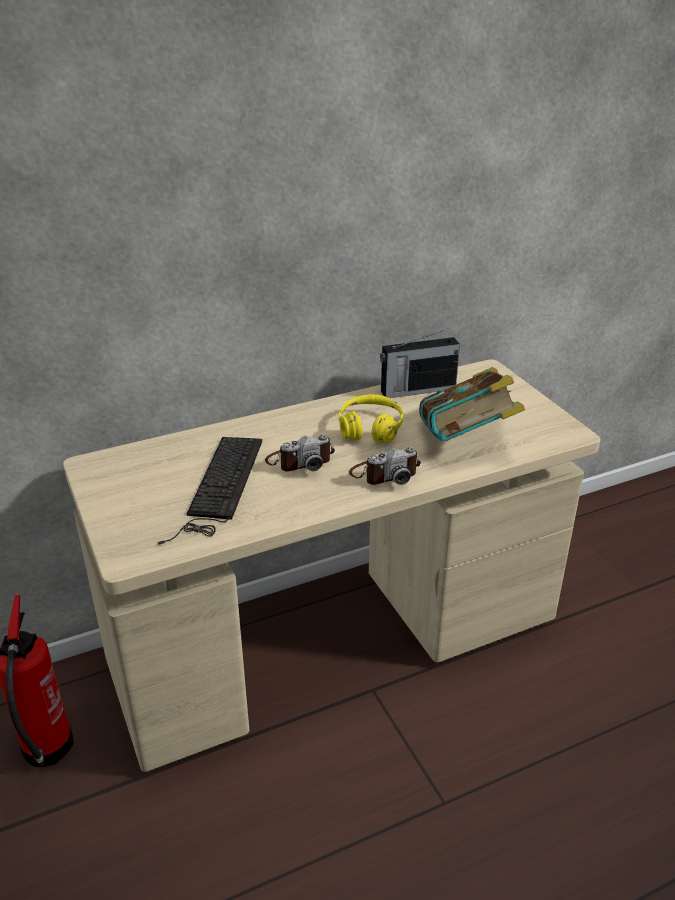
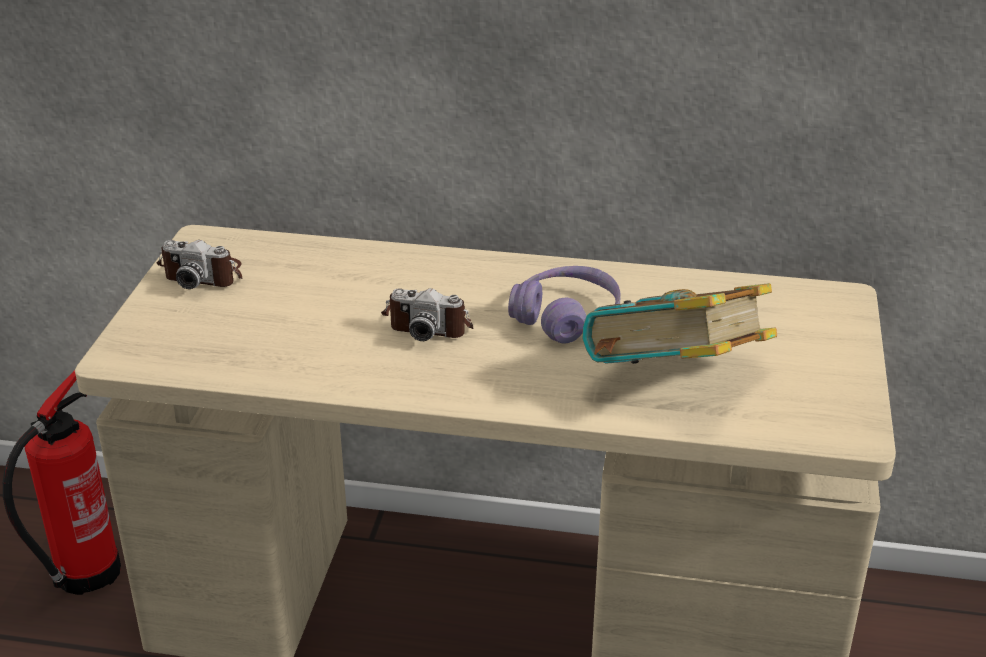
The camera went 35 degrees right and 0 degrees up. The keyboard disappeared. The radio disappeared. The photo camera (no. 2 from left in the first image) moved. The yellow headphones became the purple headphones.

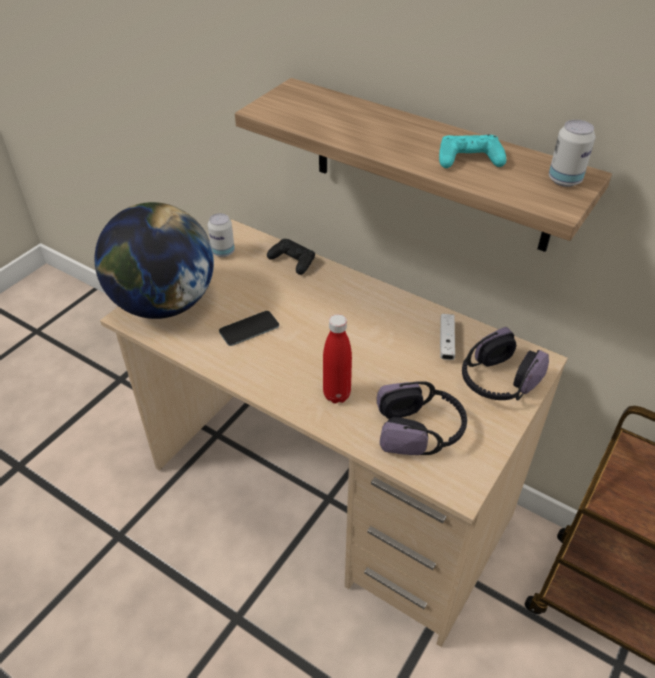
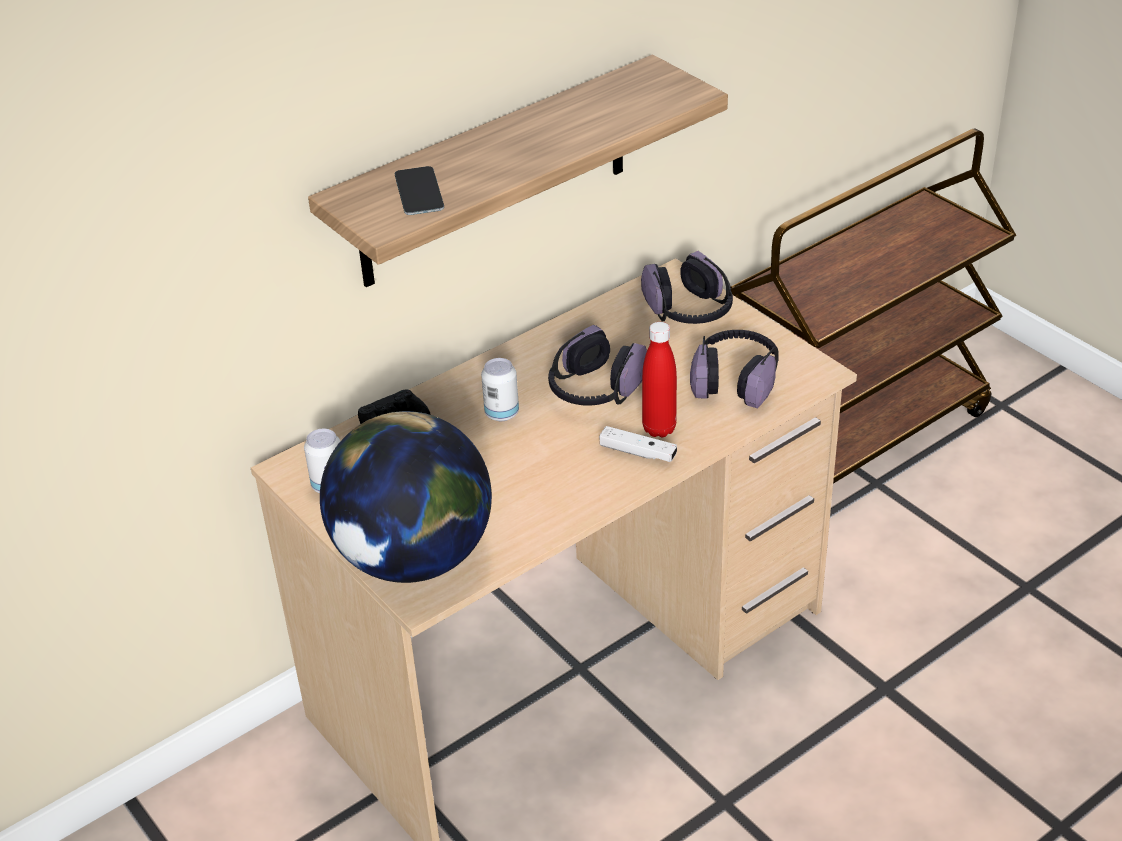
The camera went 70 degrees left and 5 degrees down. The turquoise game controller disappeared. The headphones (no. 1 from left) appeared. The phone moved. The white game controller moved. The can (no. 2 from left) moved.

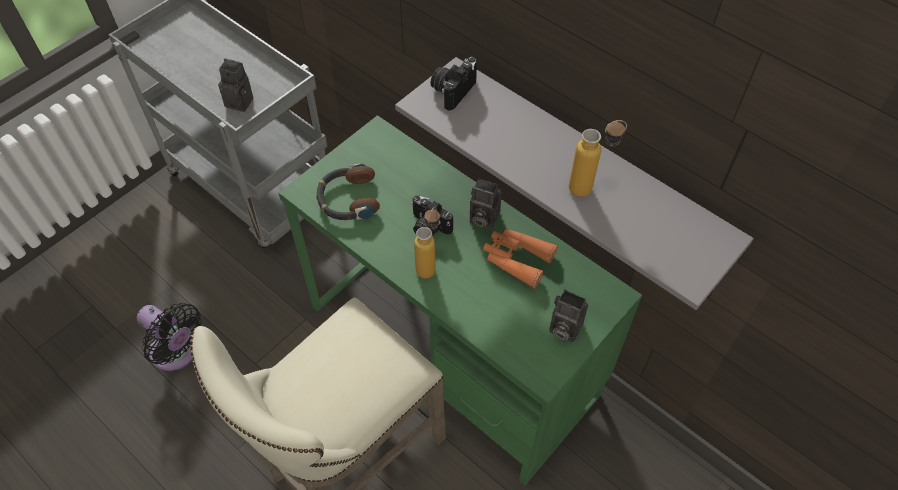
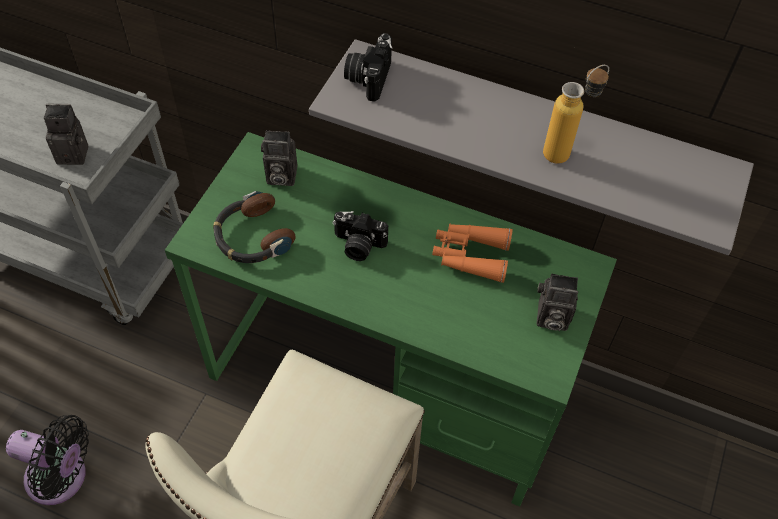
The camera went 20 degrees left and 0 degrees up. The bottle (no. 1 from left) disappeared. The photo camera (no. 4 from left in the first image) moved.

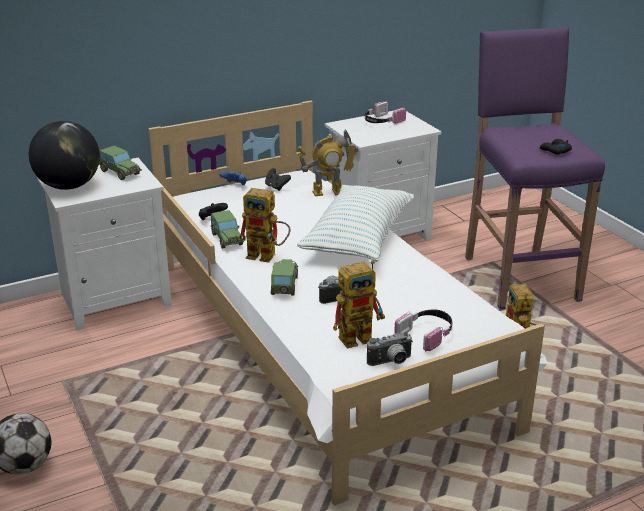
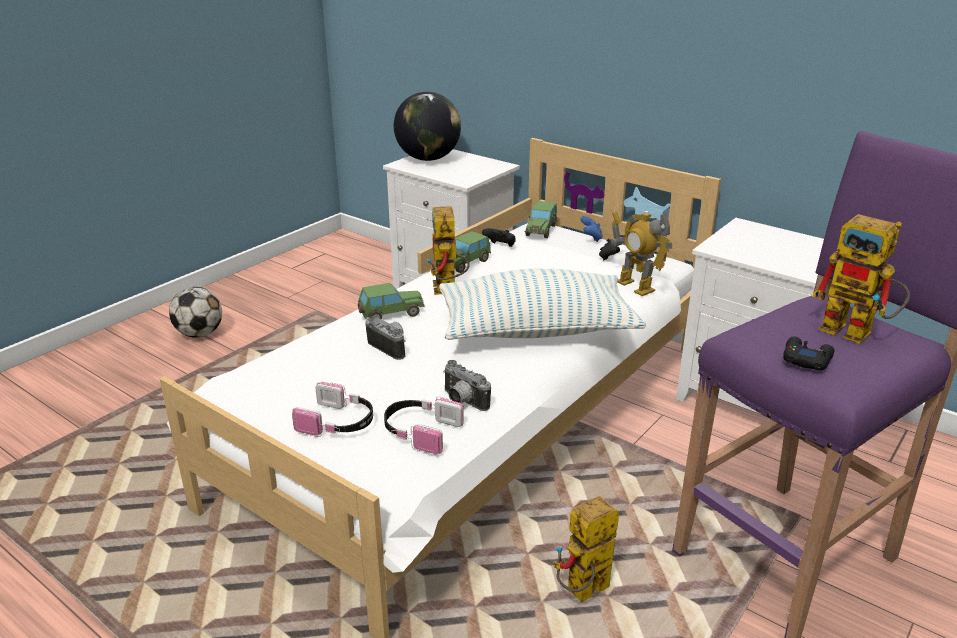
The camera went 65 degrees right and 0 degrees up. The toy car (no. 1 from left in the first image) moved. The toy robot (no. 3 from left in the first image) moved. The headphones (no. 1 from left in the first image) moved. The photo camera (no. 2 from left) moved.

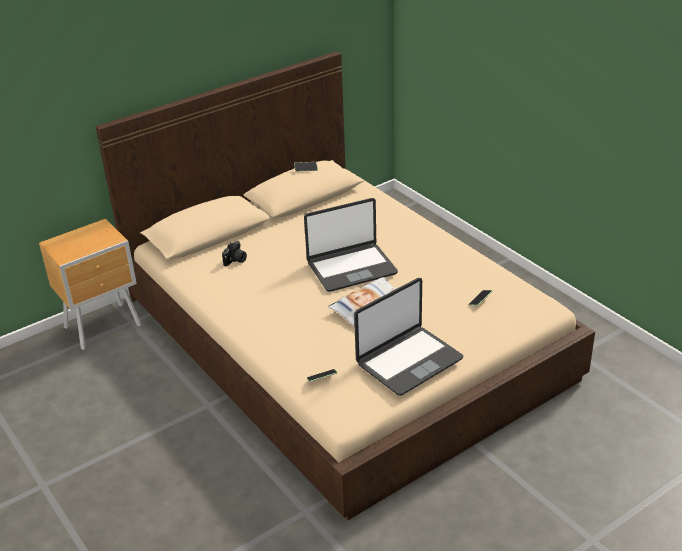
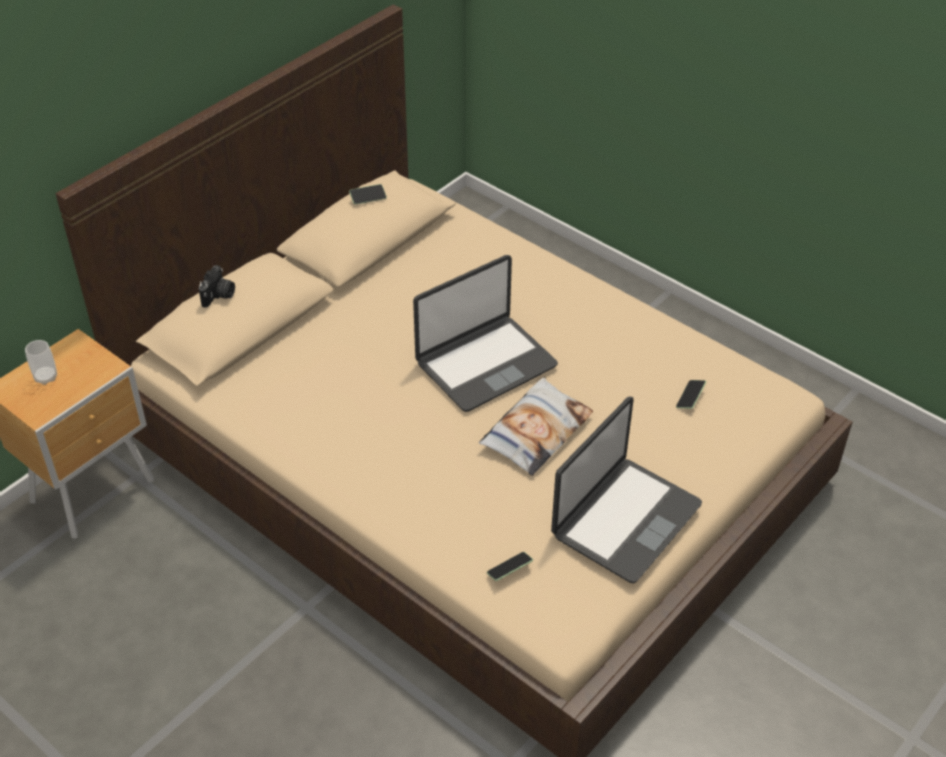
The camera went 15 degrees left and 10 degrees up. The cup appeared. The photo camera moved.

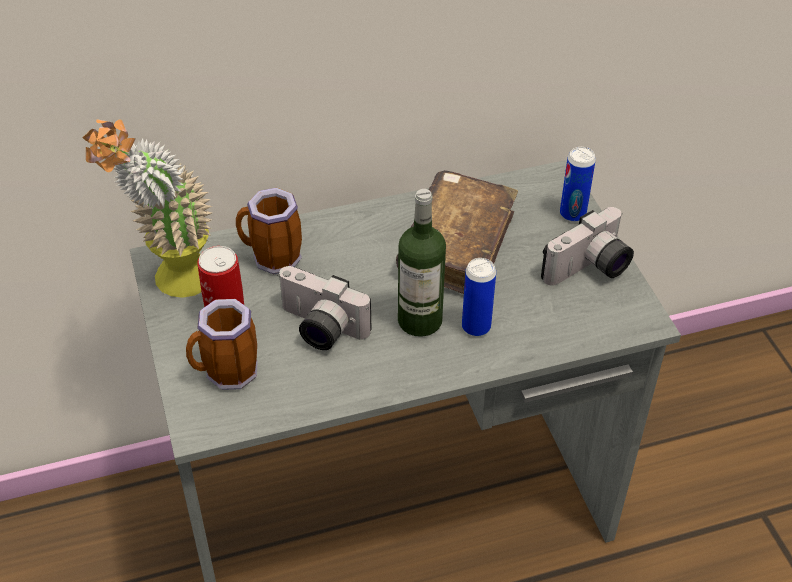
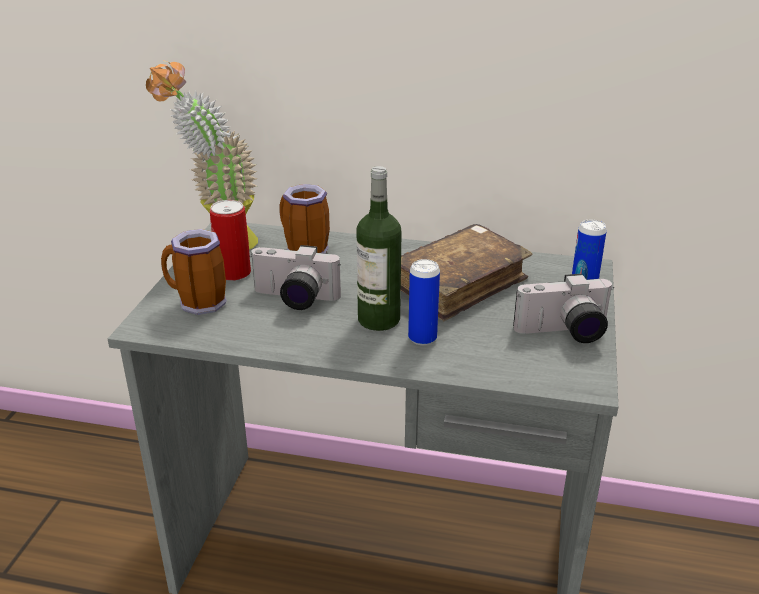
The camera went 30 degrees right and 15 degrees down. The photo camera (no. 1 from left) turned 45 degrees counterclockwise.

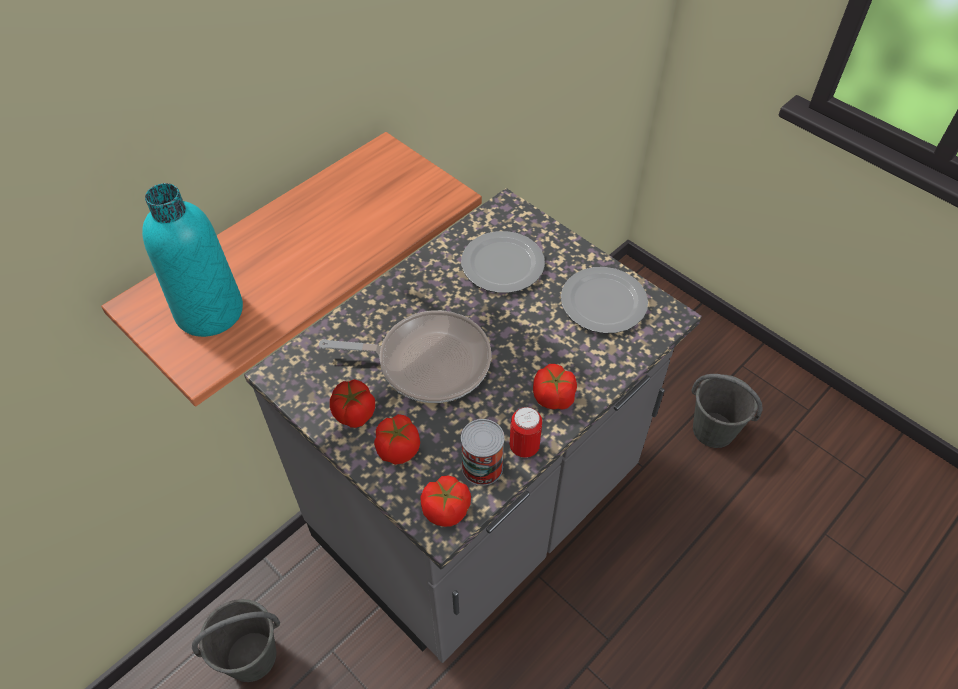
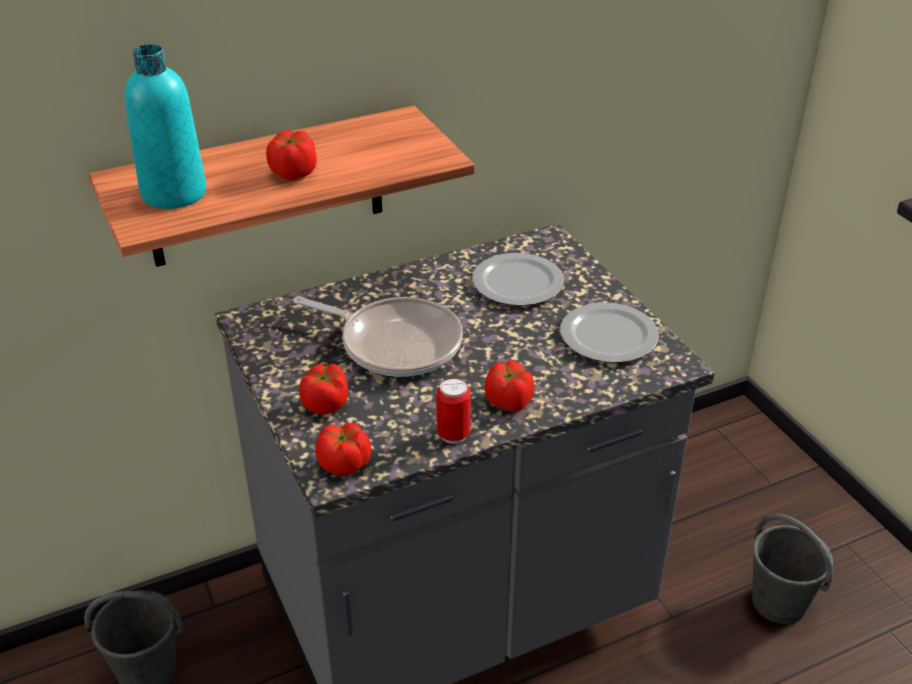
The camera went 20 degrees right and 15 degrees down. The can (no. 1 from left) disappeared. The tomato (no. 1 from left) moved.

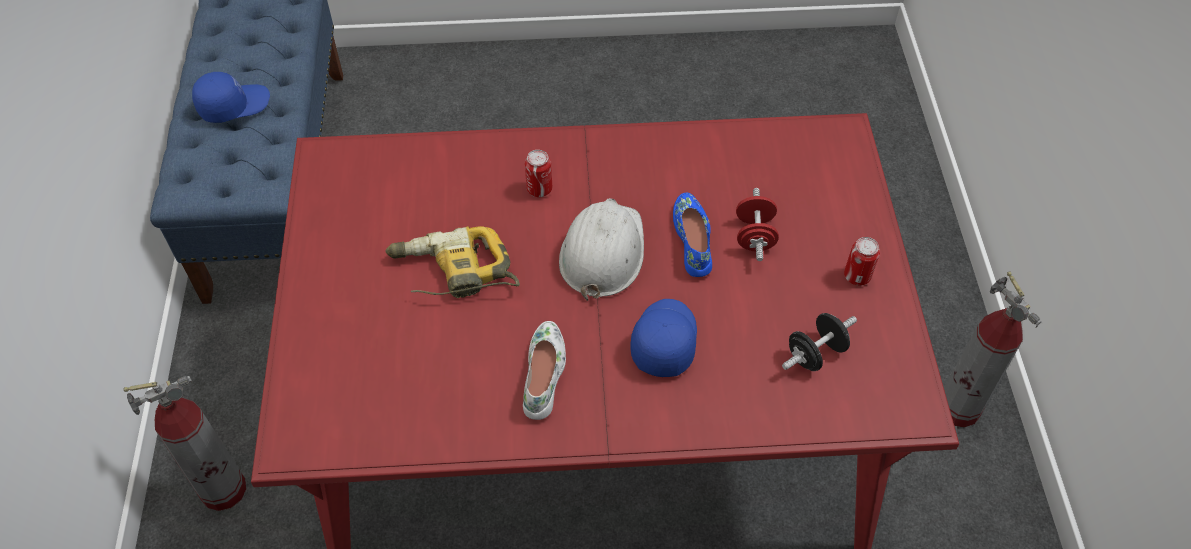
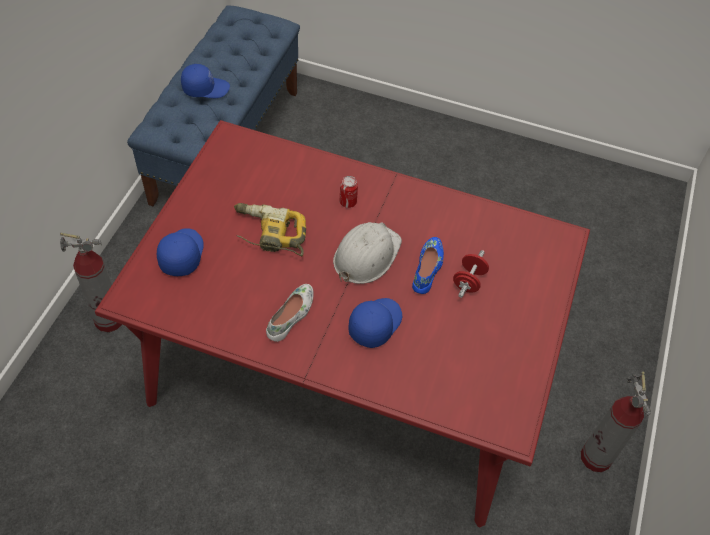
The camera went 20 degrees right and 0 degrees up. The black dumbbell disappeared. The can (no. 2 from left) disappeared. The blue cap (no. 1 from left) appeared.

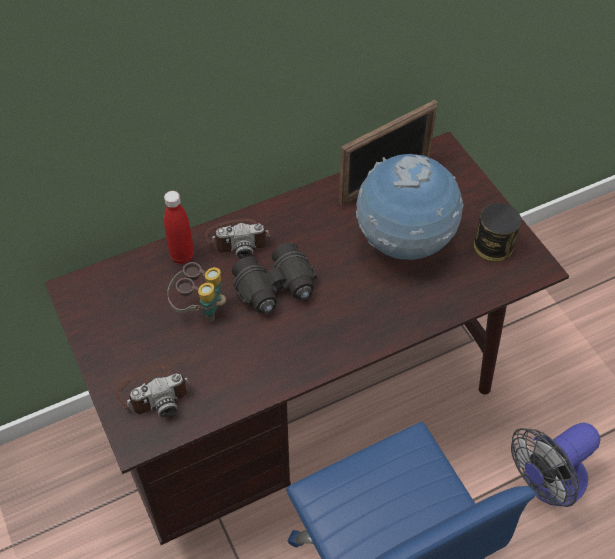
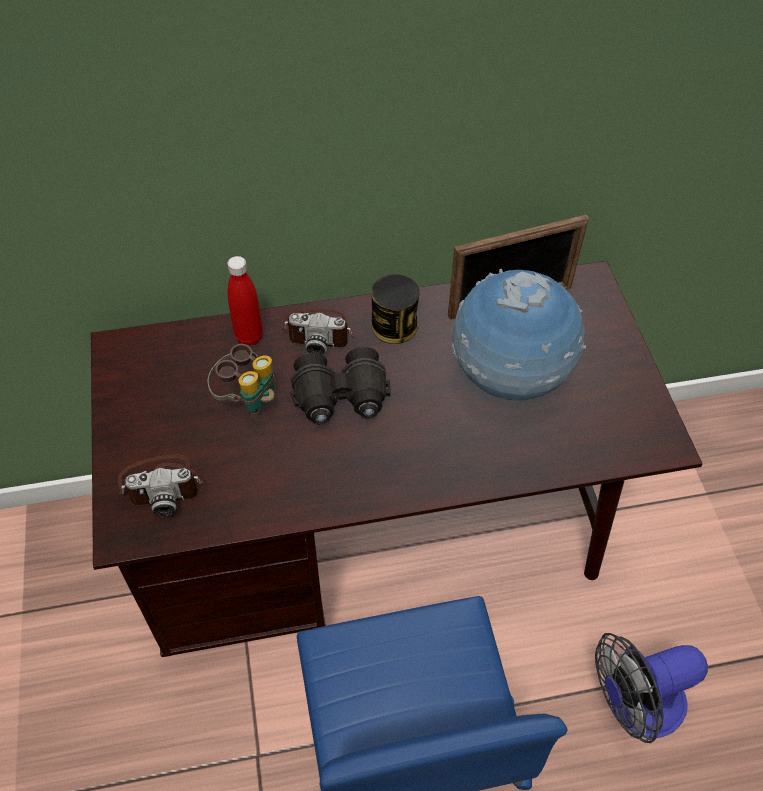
The camera went 15 degrees right and 0 degrees up. The can moved.

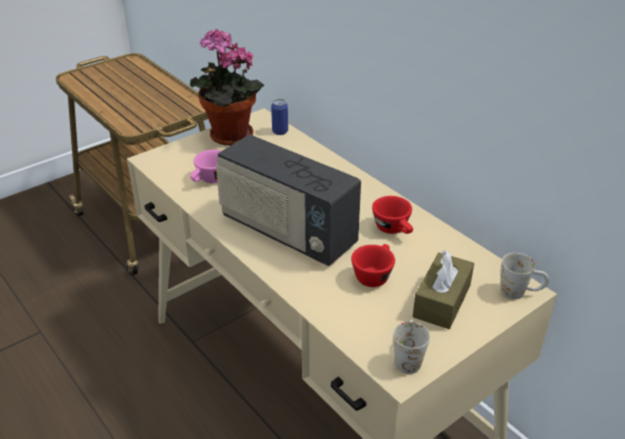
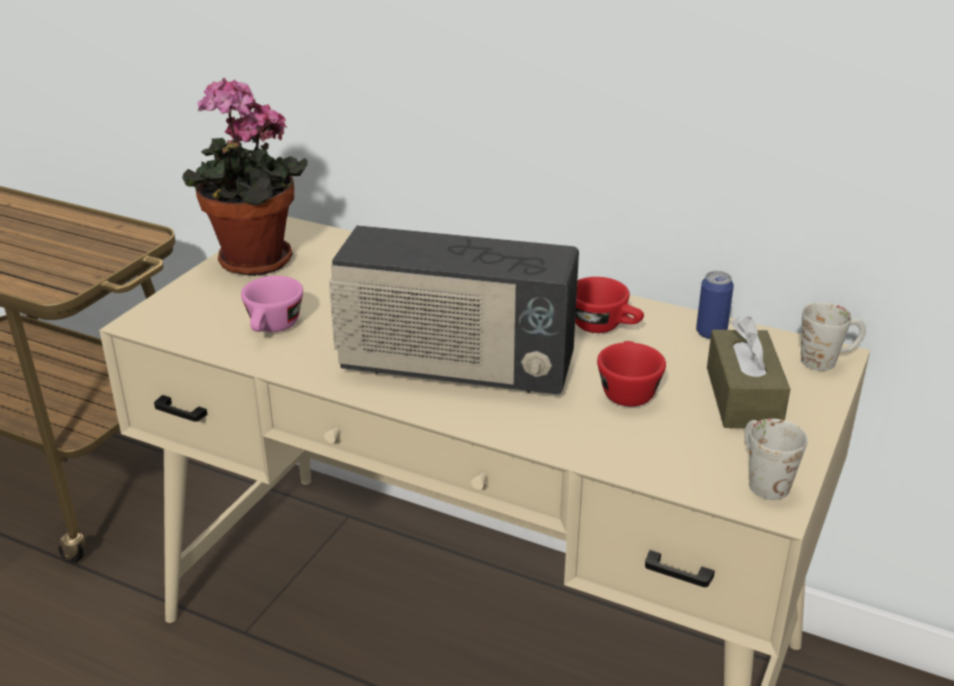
The camera went 25 degrees left and 5 degrees down. The can moved.

